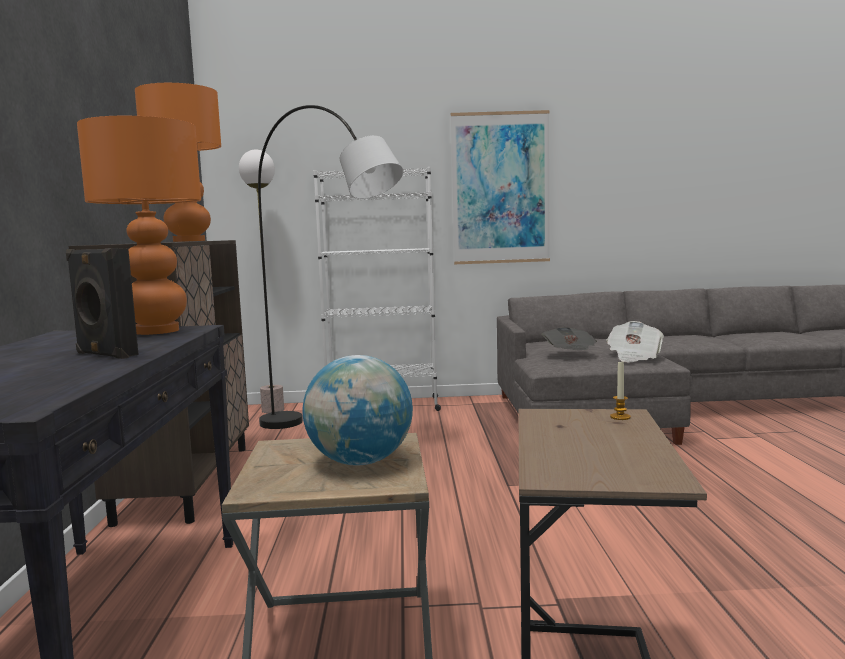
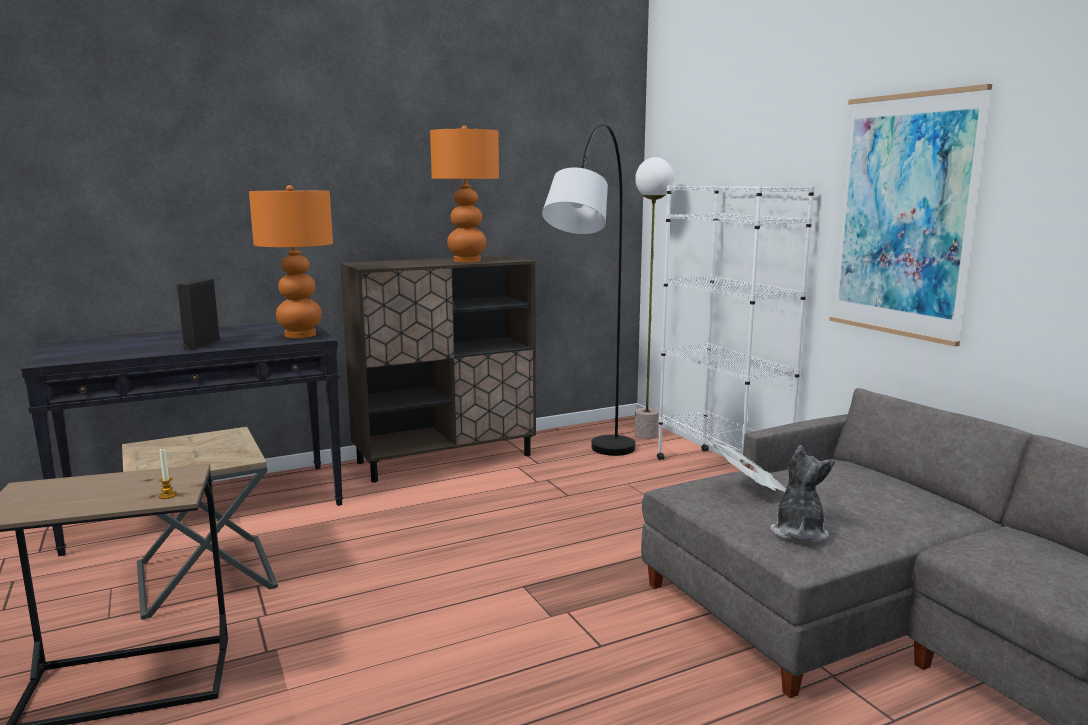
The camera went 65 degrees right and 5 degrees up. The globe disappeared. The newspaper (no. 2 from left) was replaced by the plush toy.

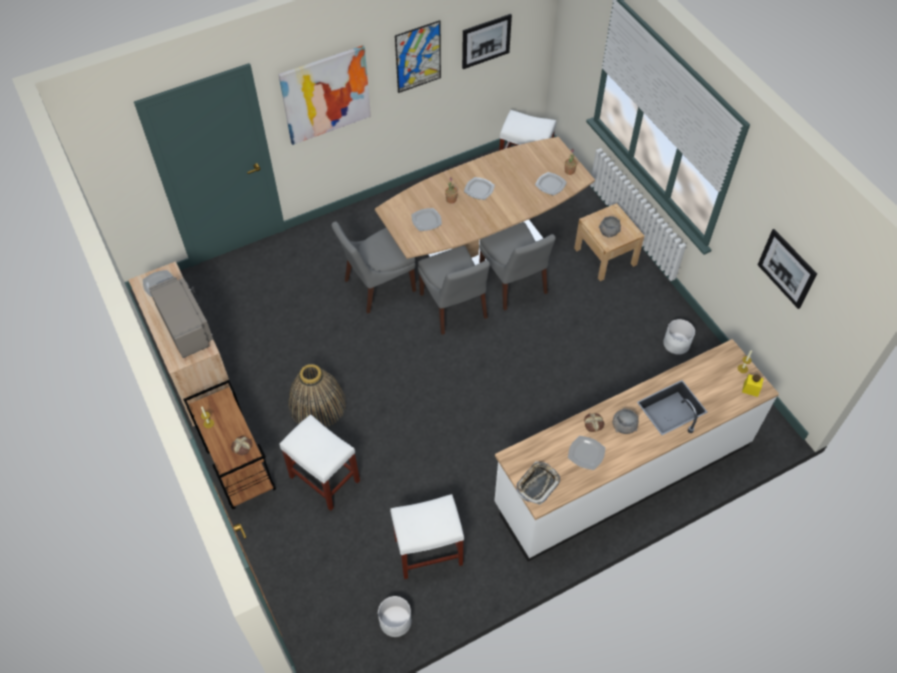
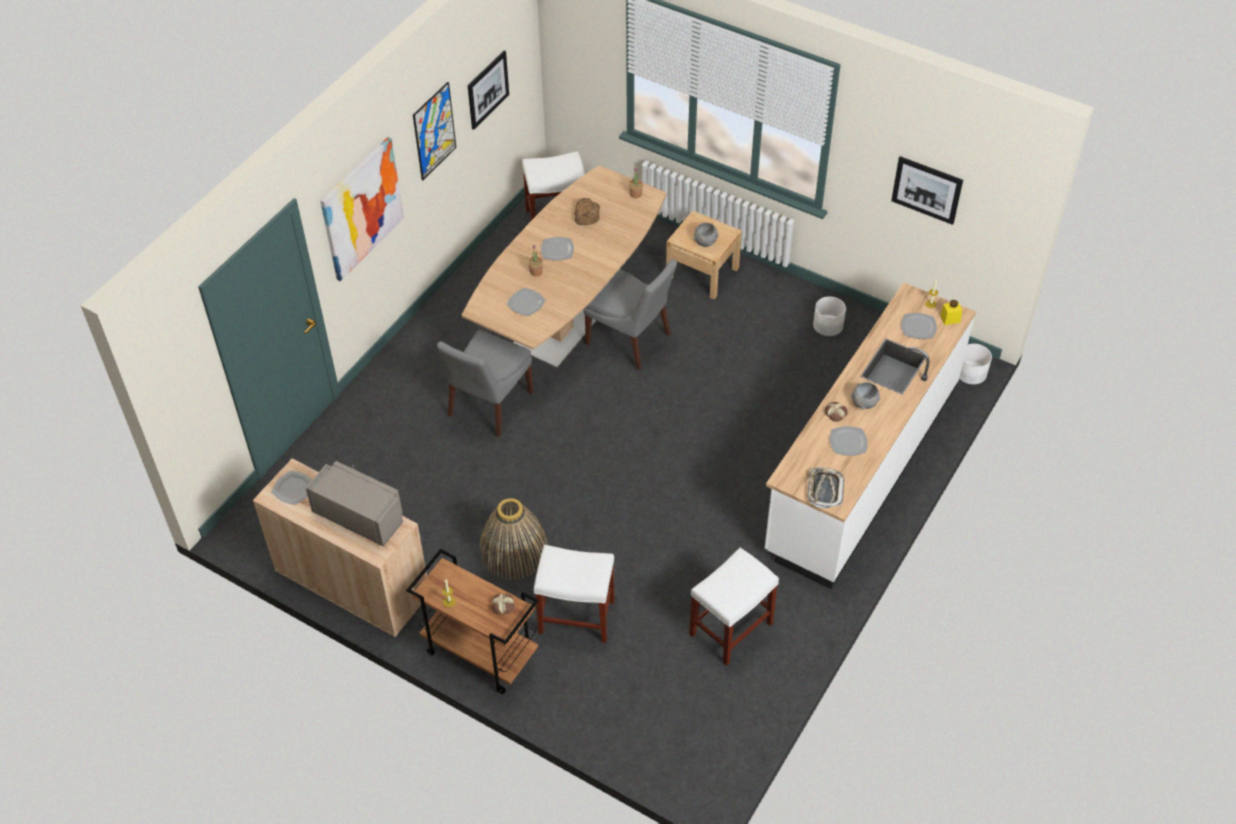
The camera went 30 degrees left and 5 degrees down. The grey chair (no. 2 from left) disappeared. The bread (no. 2 from left) appeared. The white planter (no. 1 from left in the first image) moved. The plate (no. 4 from left in the first image) moved.

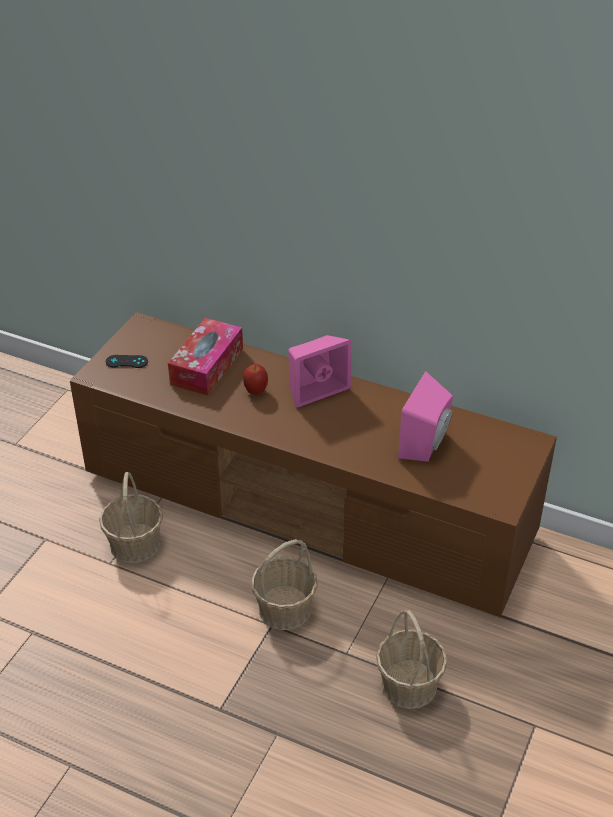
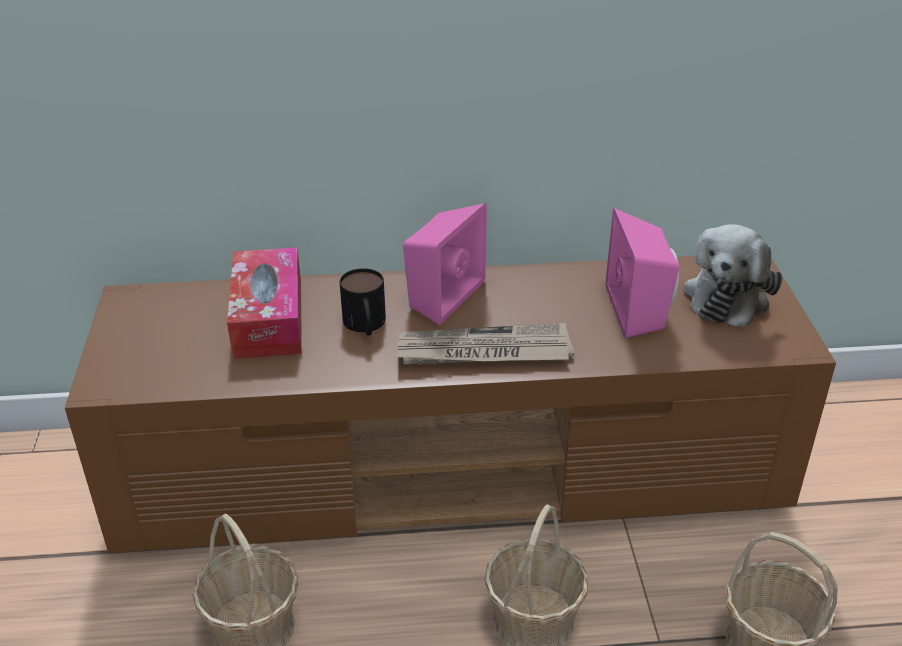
The camera went 30 degrees left and 5 degrees down. The black game controller disappeared. The newspaper appeared. The plush toy appeared. The apple was replaced by the mug.

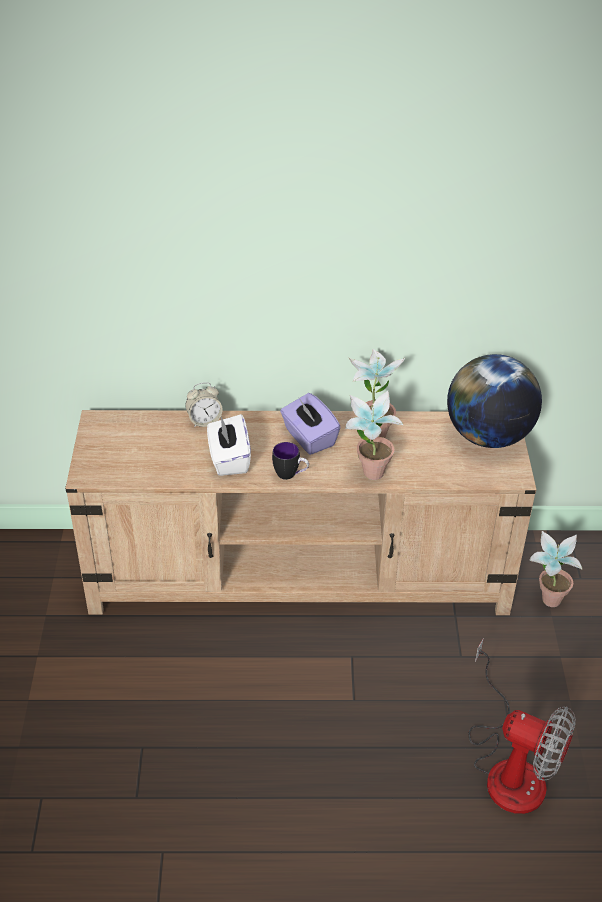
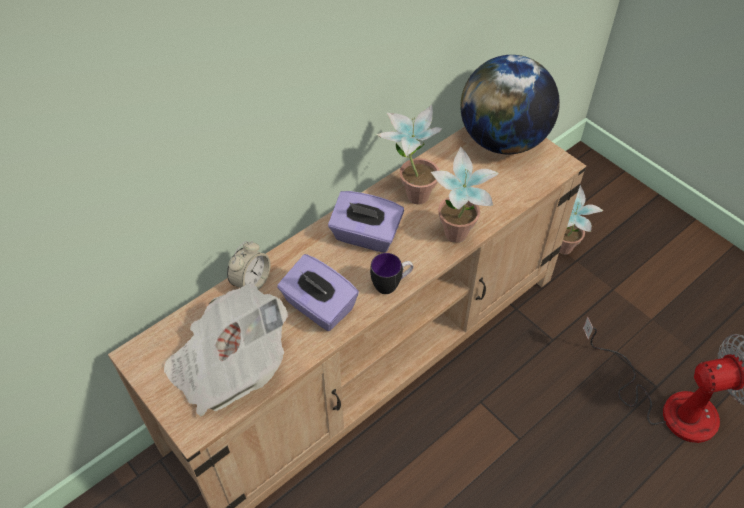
The camera went 40 degrees left and 10 degrees up. The newspaper appeared. The white tissue box became the purple tissue box (no. 1 from left).

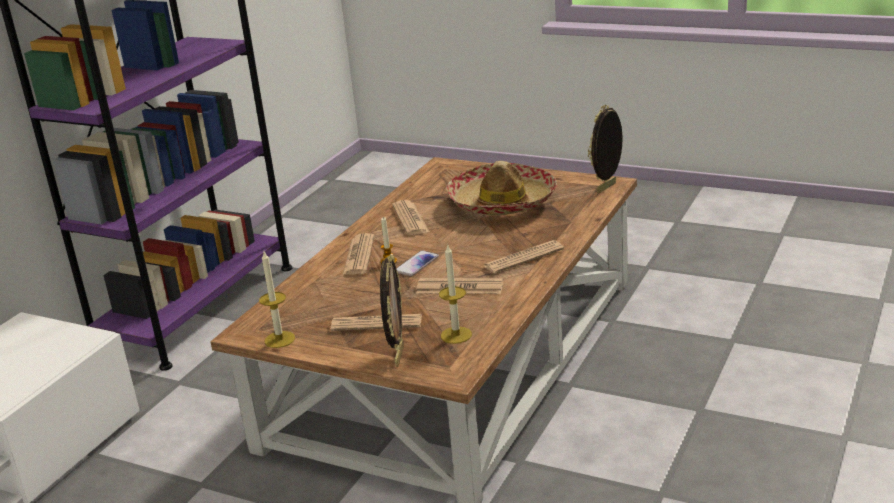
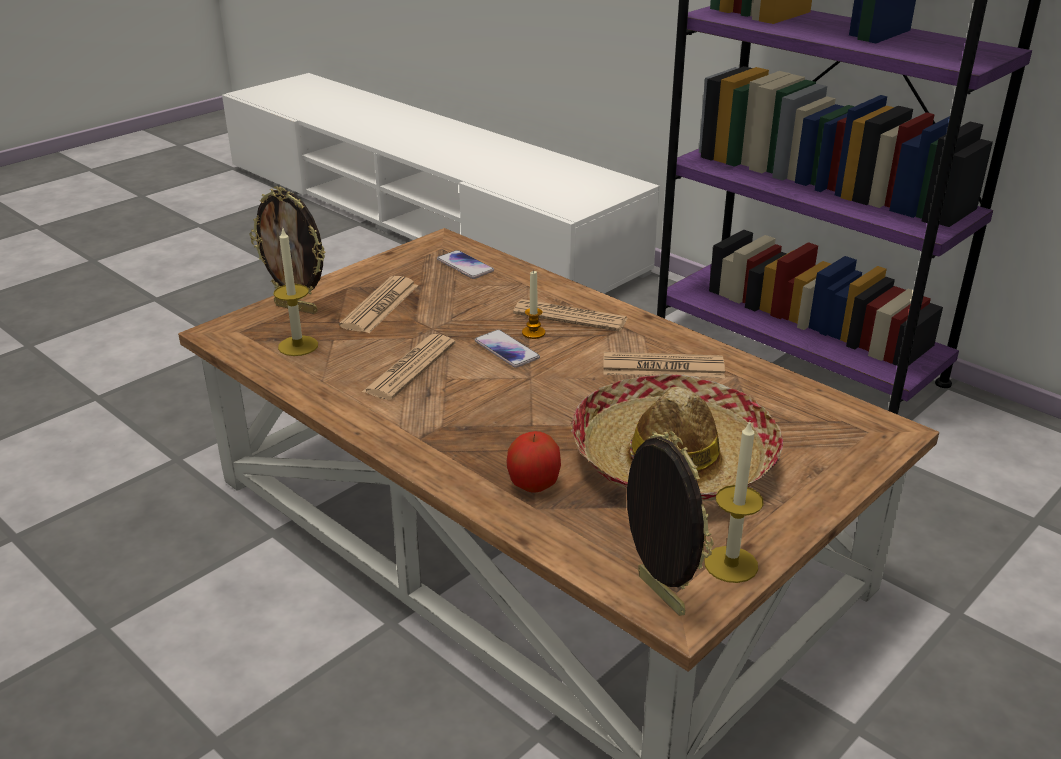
The camera went 105 degrees right and 5 degrees up. The newspaper (no. 5 from left) disappeared. The phone (no. 1 from left) appeared. The apple appeared. The candle (no. 1 from left in the first image) moved.

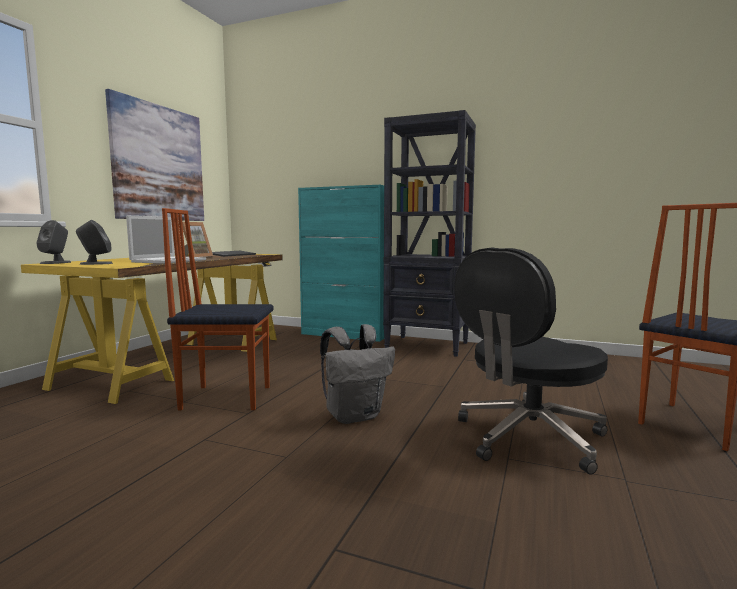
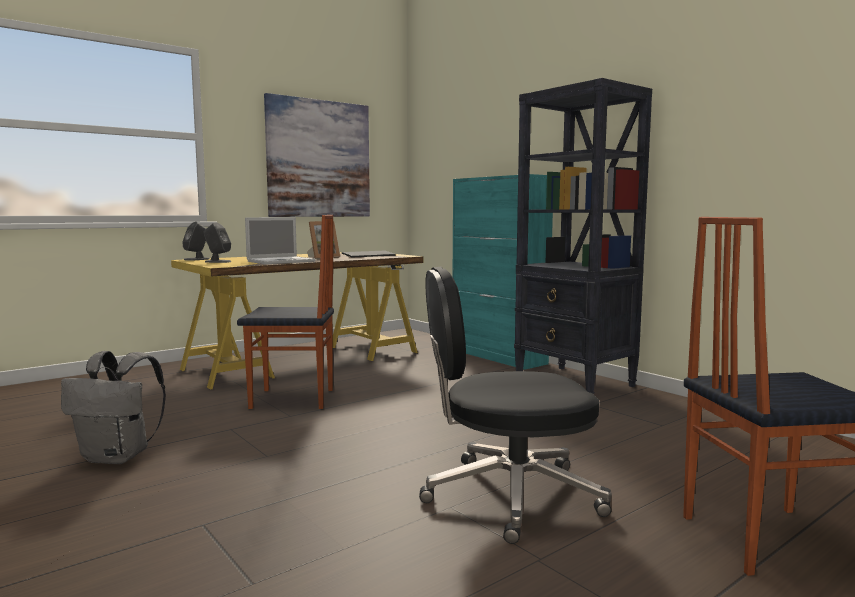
The camera went 30 degrees right and 0 degrees up. The grey backpack moved. The chair (no. 1 from left) turned 150 degrees clockwise.

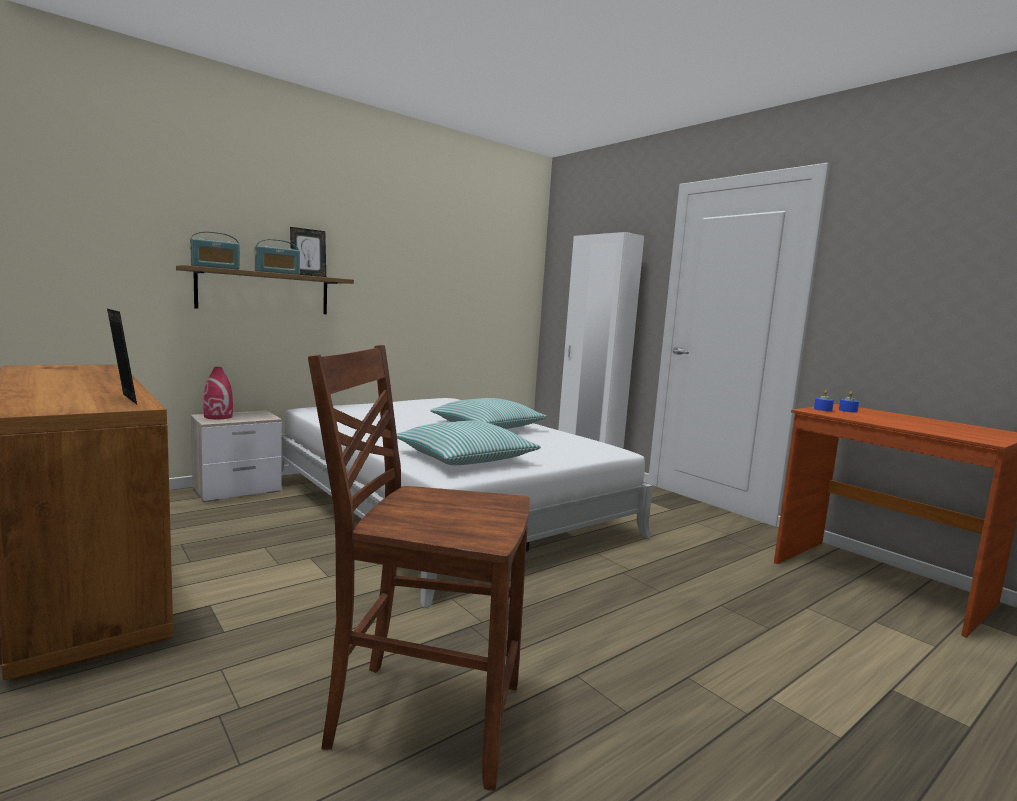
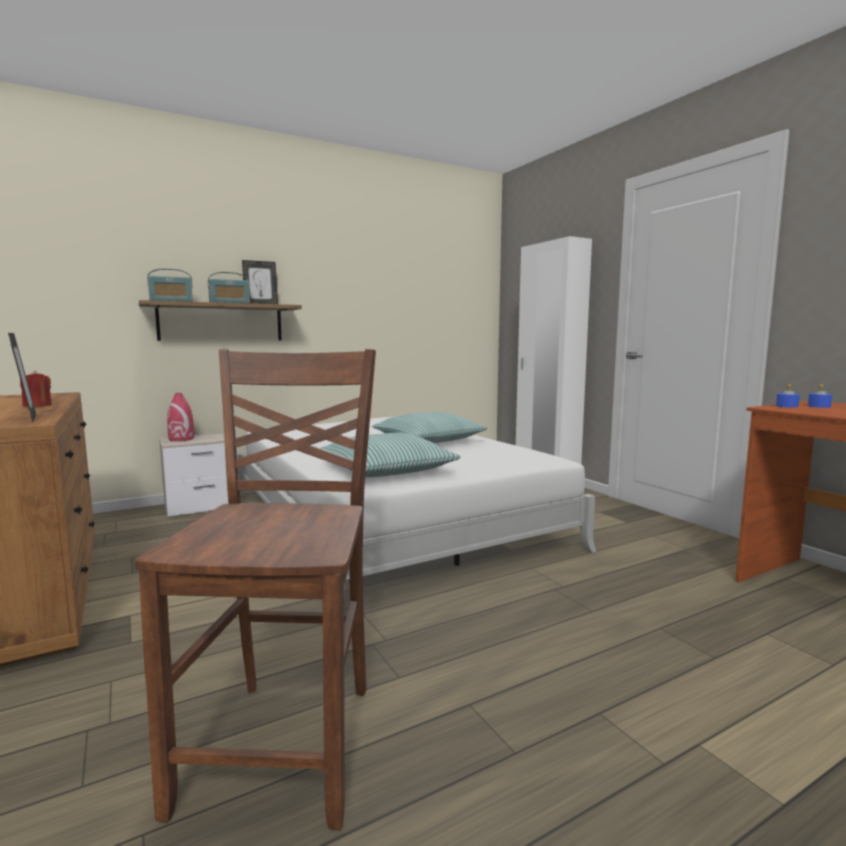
The camera went 10 degrees right and 0 degrees up. The red candle appeared. The brown chair turned 75 degrees clockwise.

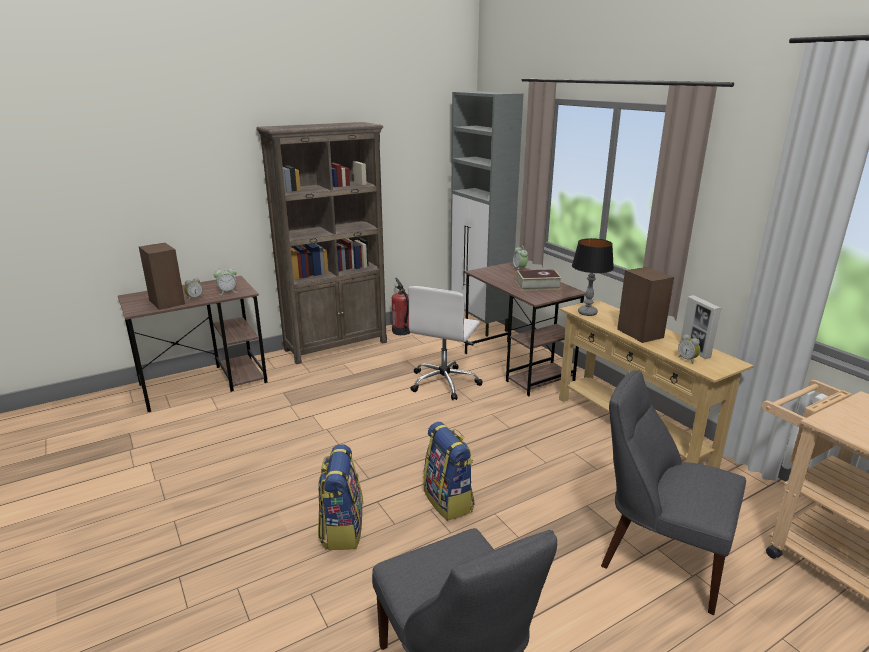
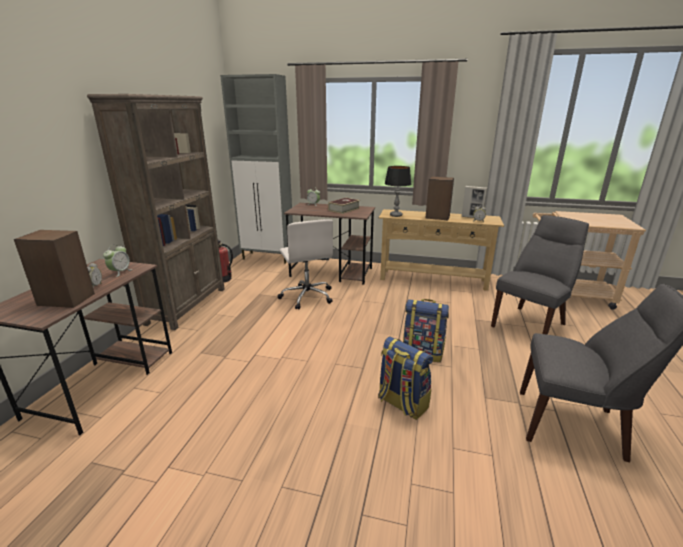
The camera went 45 degrees left and 0 degrees up. The grey chair (no. 2 from left in the first image) turned 150 degrees clockwise.

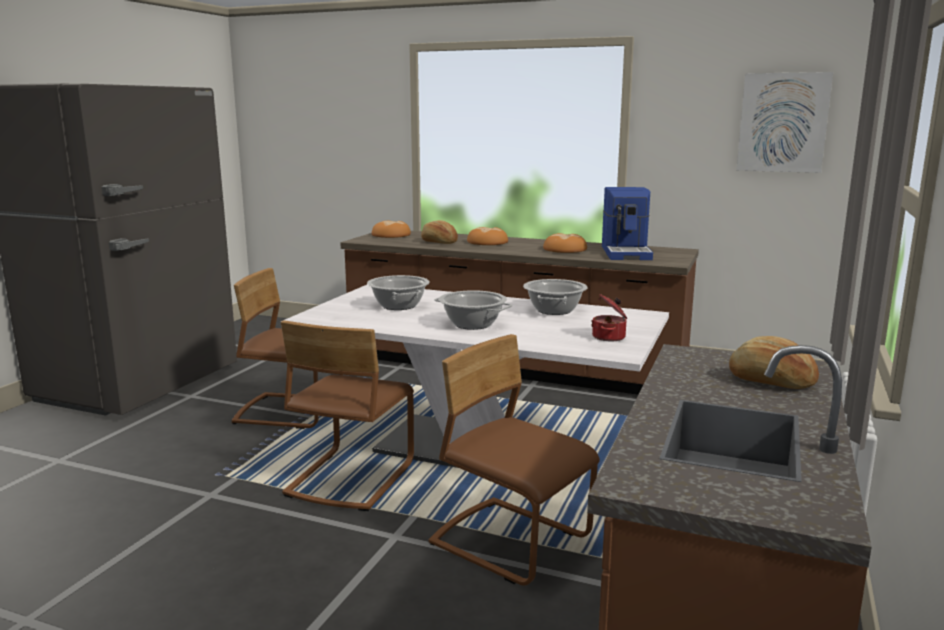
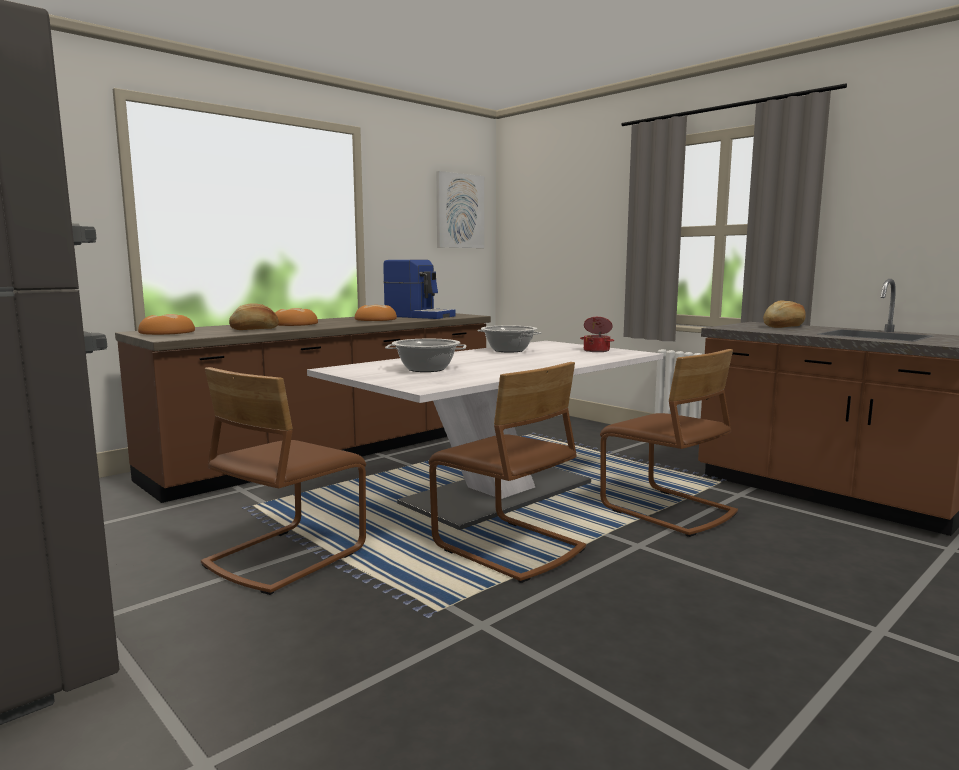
The camera went 65 degrees left and 5 degrees down. The cooking pot (no. 2 from left) disappeared. The brown chair (no. 3 from left) turned 105 degrees counterclockwise.

